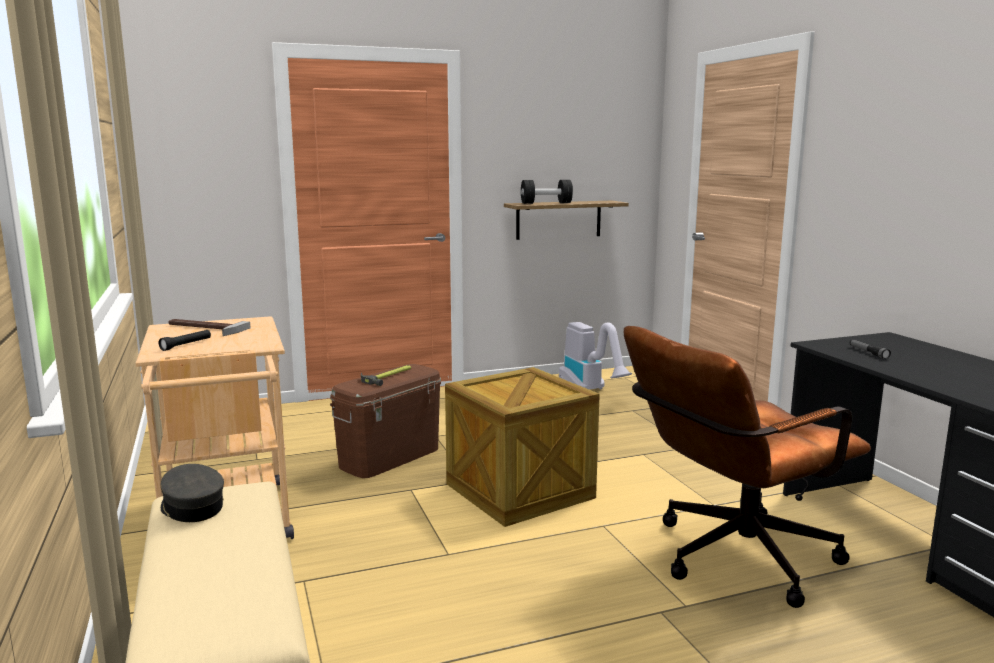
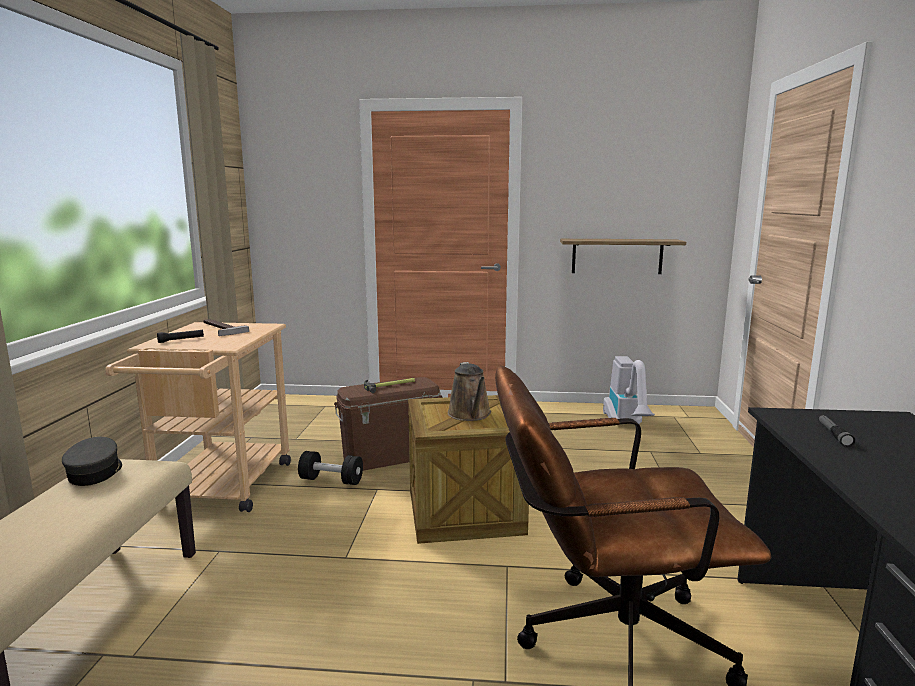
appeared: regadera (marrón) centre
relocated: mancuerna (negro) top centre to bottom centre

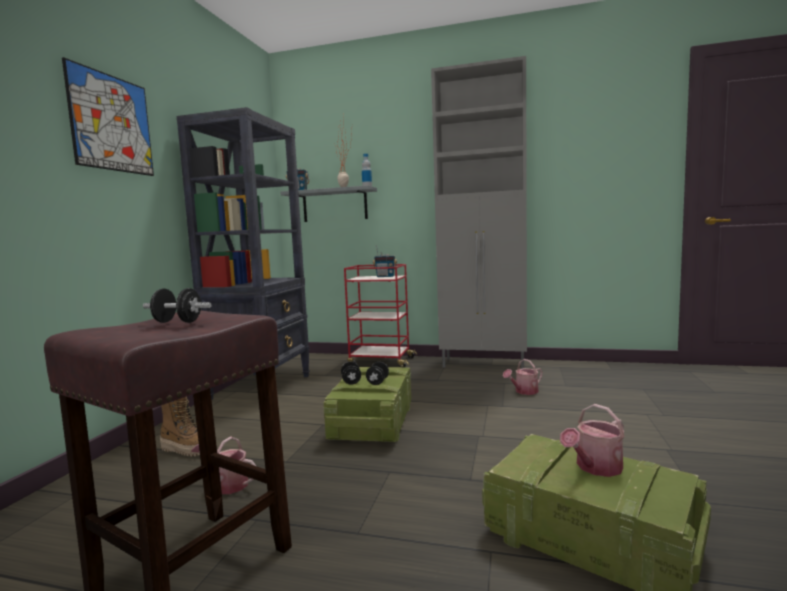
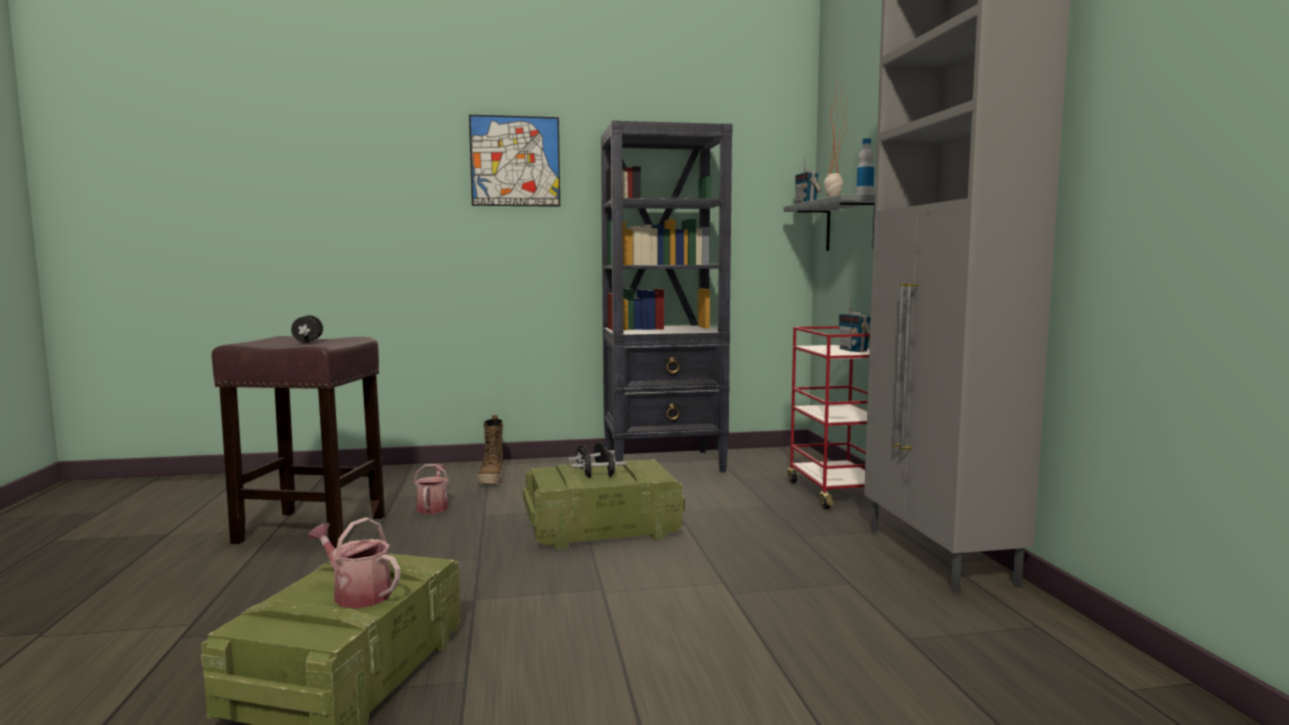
missing: regadera (no. 2 from left) centre

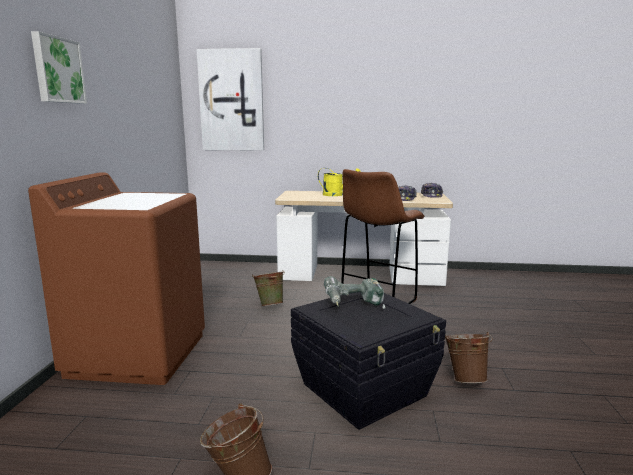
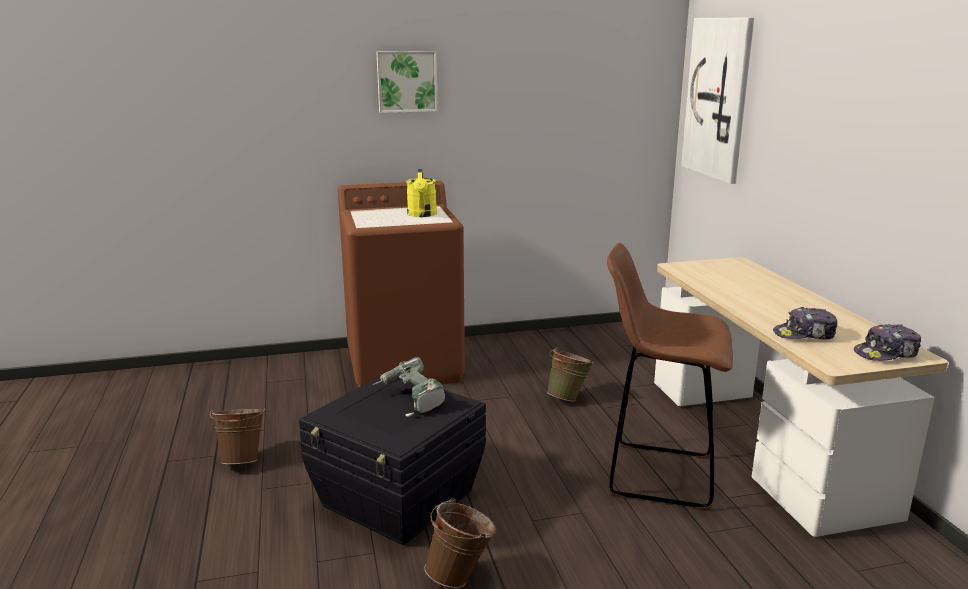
relocated: regadera (amarillo) centre to top centre

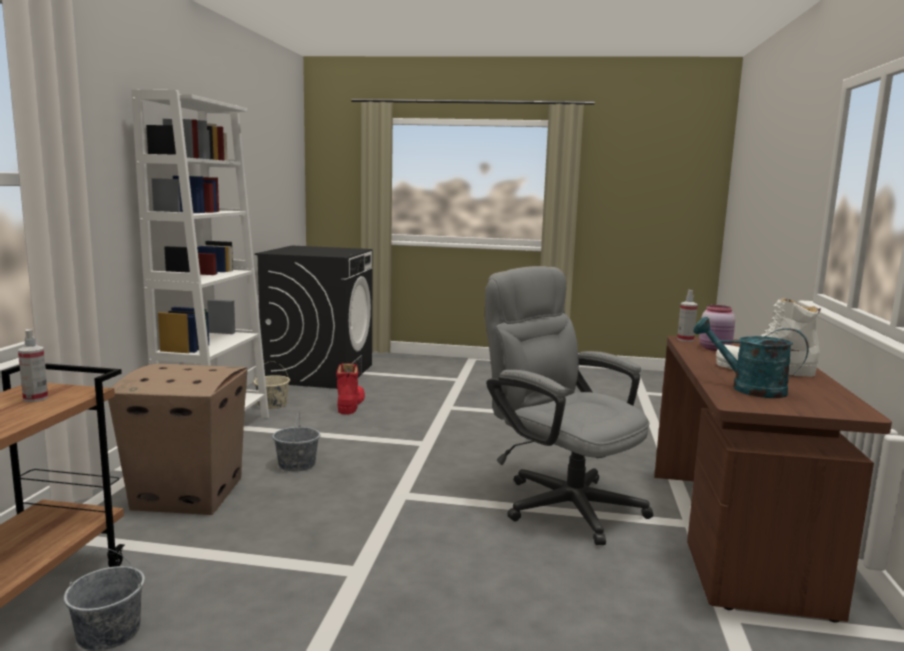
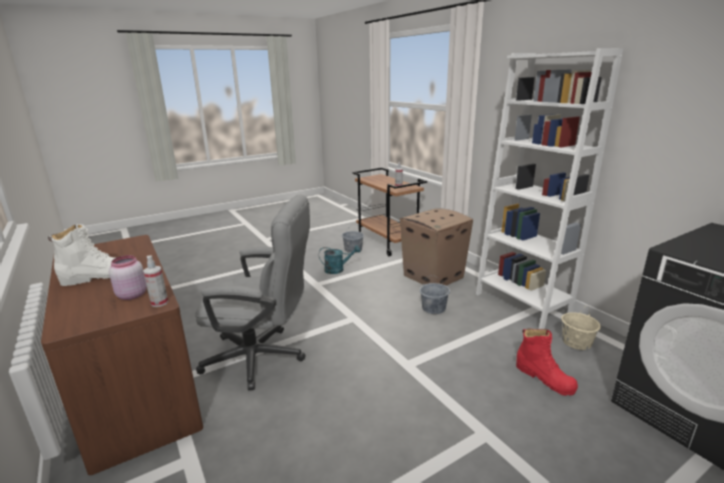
relocated: regadera (turquesa) middle right to centre

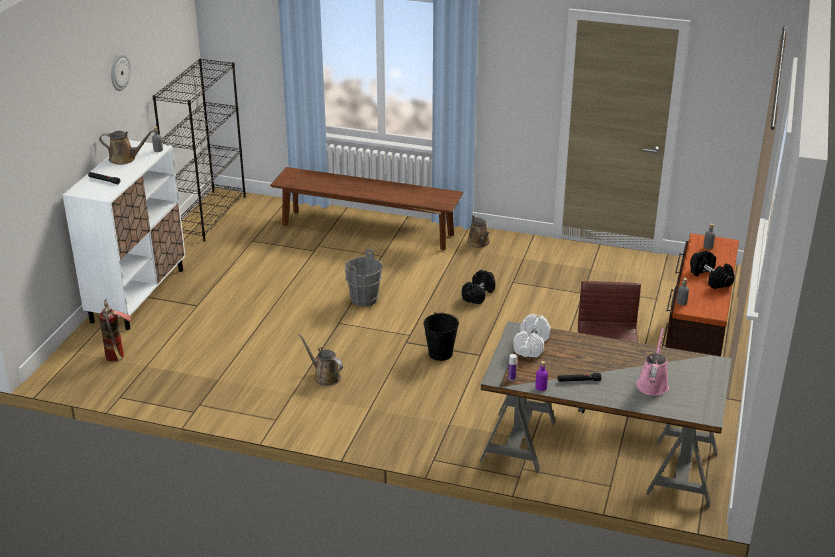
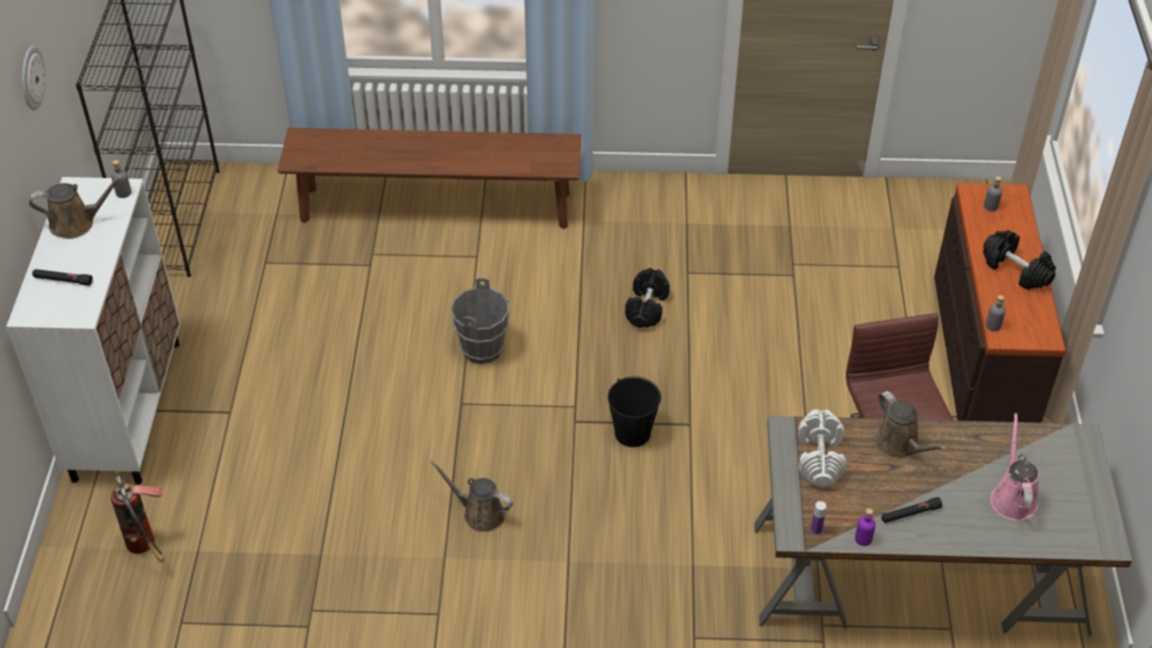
relocated: regadera (marrón) (no. 3 from left) centre to middle right

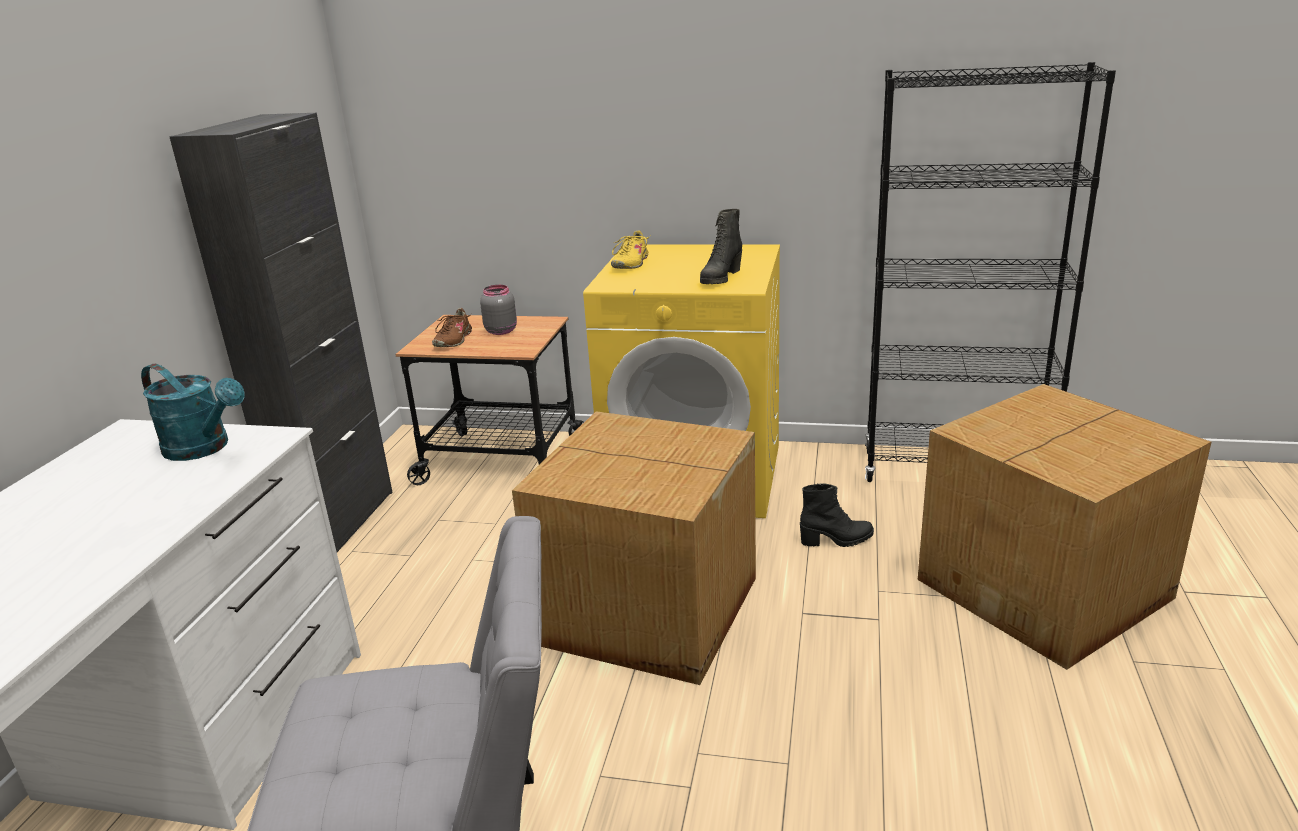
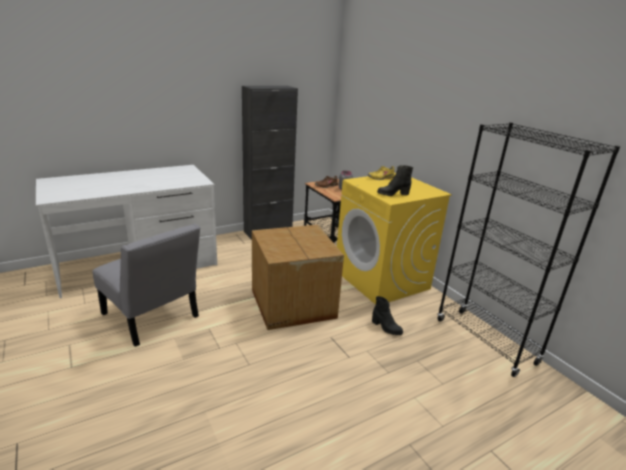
missing: regadera (turquesa) middle left; caja de cartón (no. 2 from left) middle right

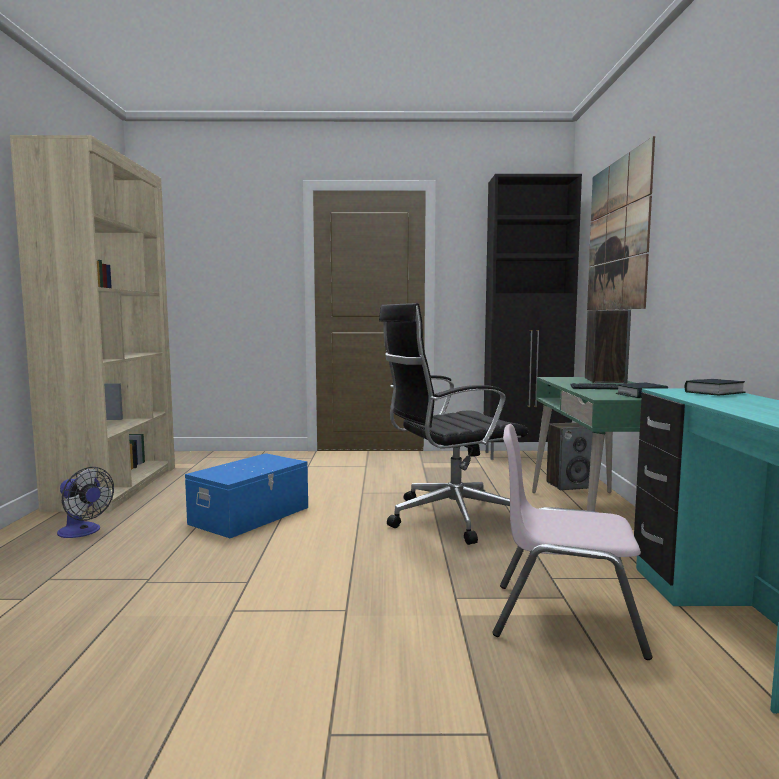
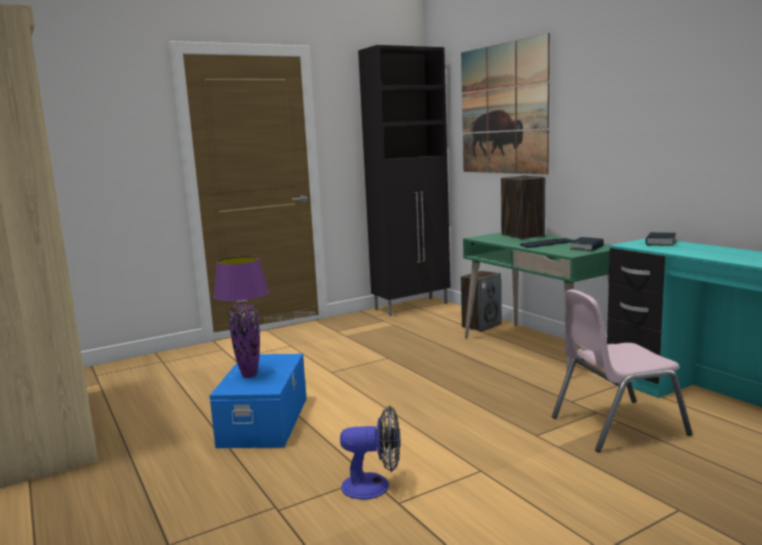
missing: silla de oficina (negro) centre
appeared: lámpara de mesa (morado) middle left
relocated: ventilador middle left to bottom centre

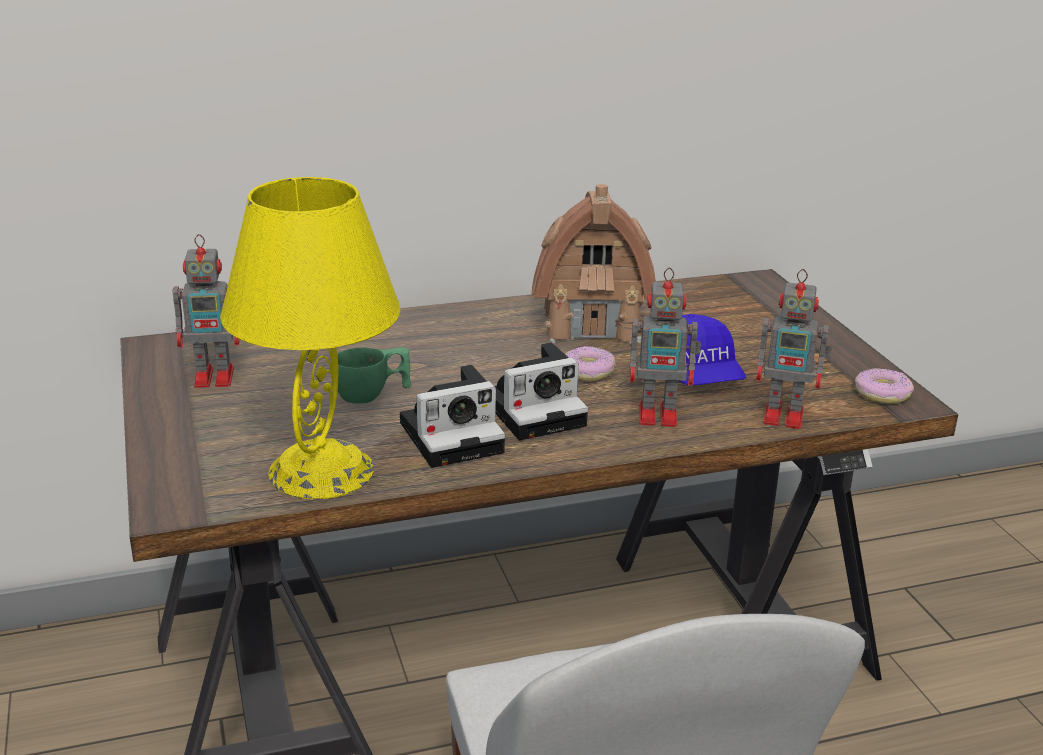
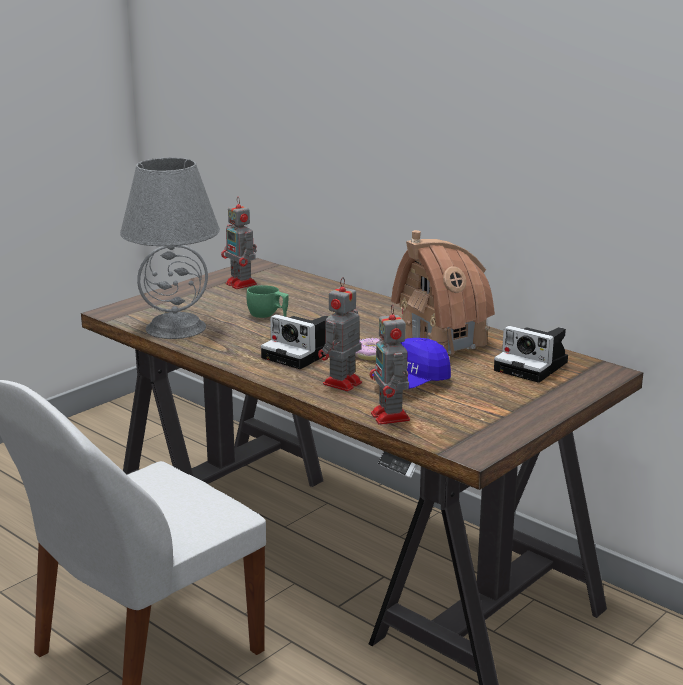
missing: rosquilla (no. 2 from left) middle right
relocated: cámara (no. 1 from left in the first image) centre to cámara (no. 2 from left) middle right
colour: lámpara de mesa (amarillo) middle left to lámpara de mesa (gris) middle left
spun: robot de juguete (no. 2 from left) centre = centre 60 degrees clockwise

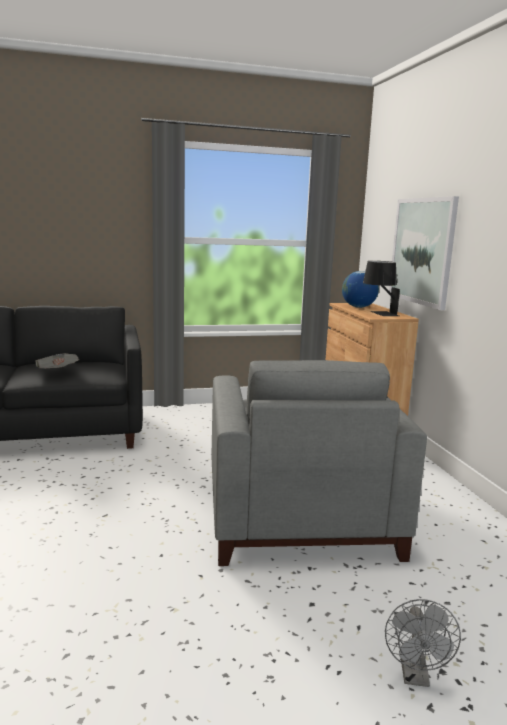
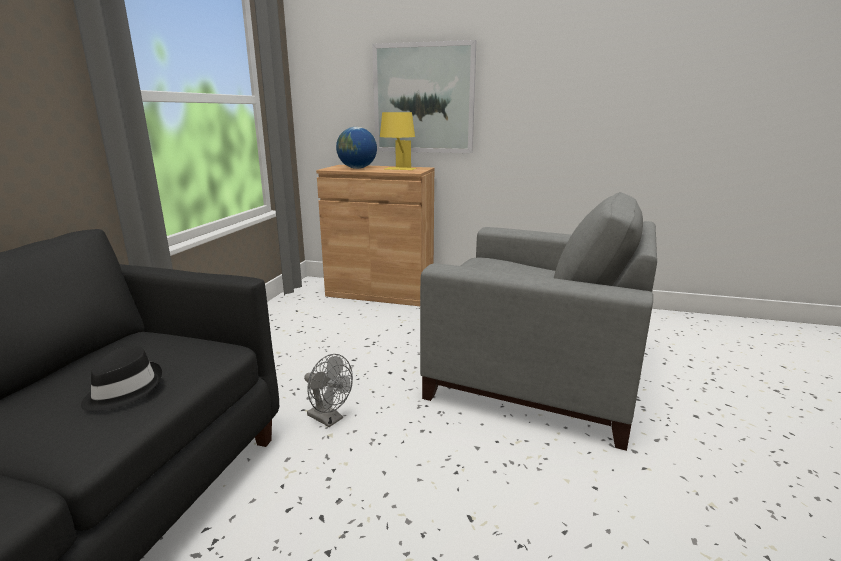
relocated: ventilador (gris) bottom right to bottom centre
exchanged: periódico middle left to sombrero (negro) bottom left
colour: lámpara de mesa (negro) middle right to lámpara de mesa (amarillo) top centre

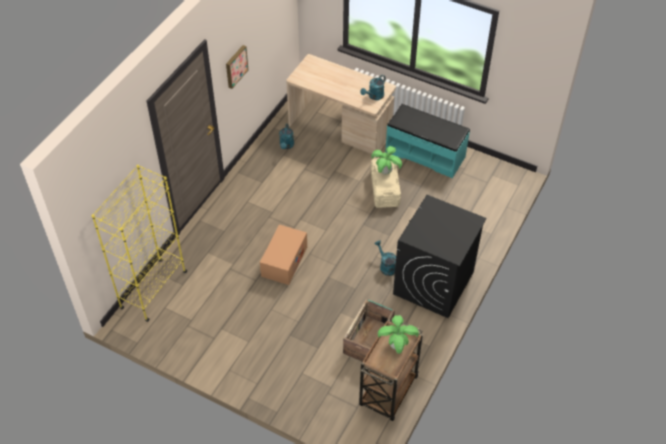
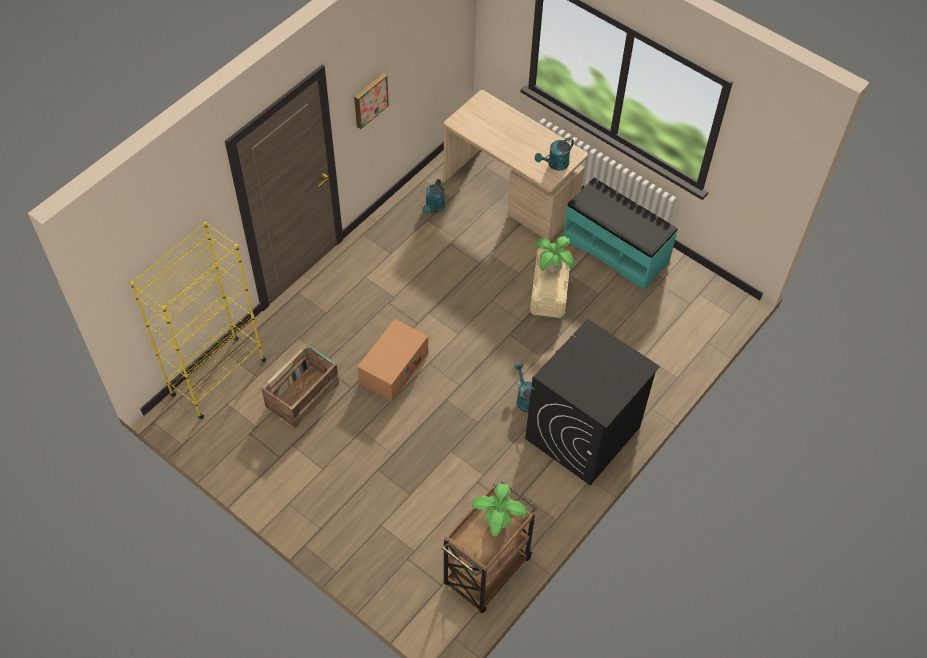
relocated: caja de embalaje bottom centre to middle left

